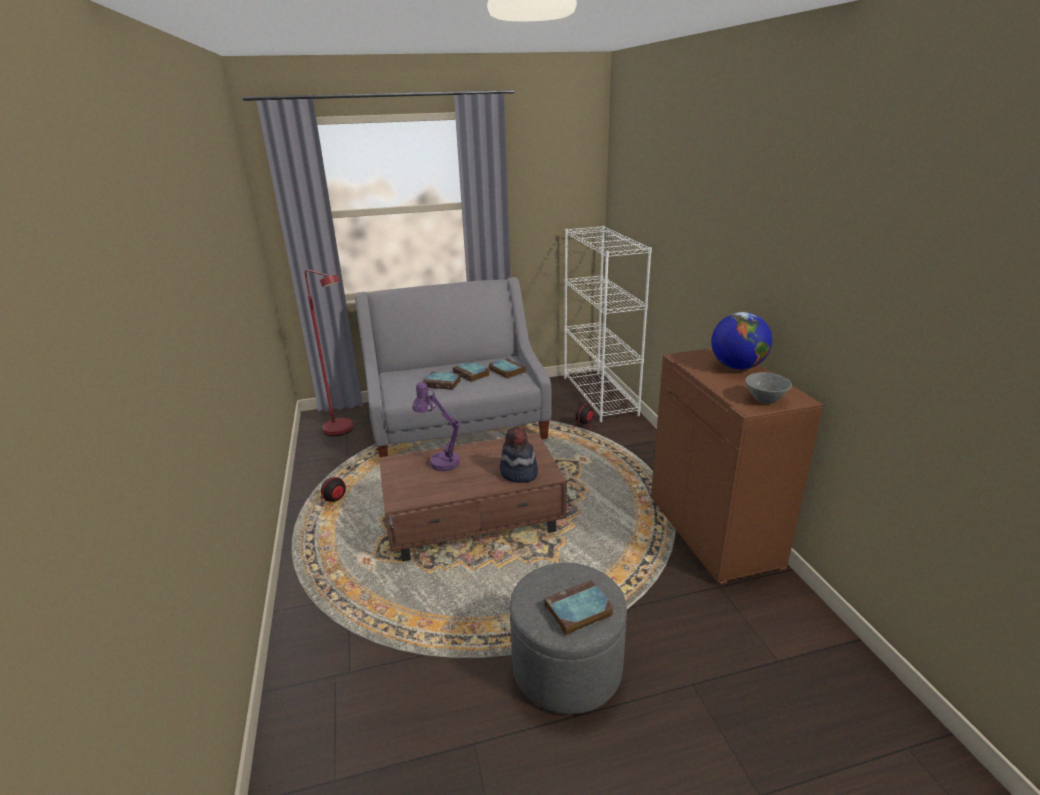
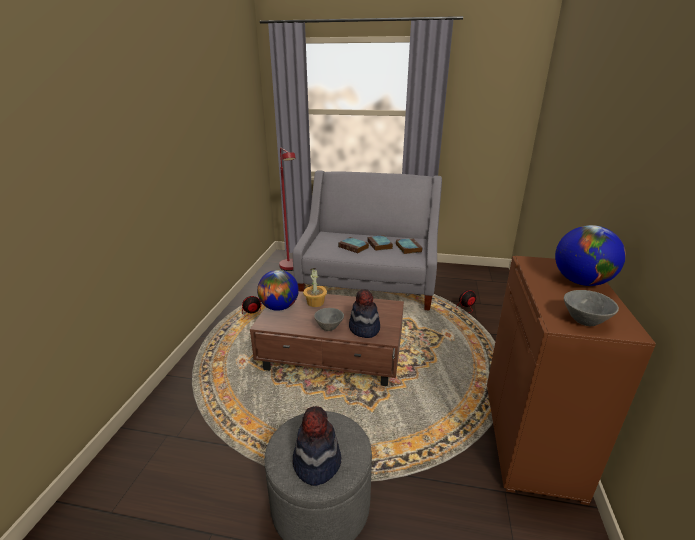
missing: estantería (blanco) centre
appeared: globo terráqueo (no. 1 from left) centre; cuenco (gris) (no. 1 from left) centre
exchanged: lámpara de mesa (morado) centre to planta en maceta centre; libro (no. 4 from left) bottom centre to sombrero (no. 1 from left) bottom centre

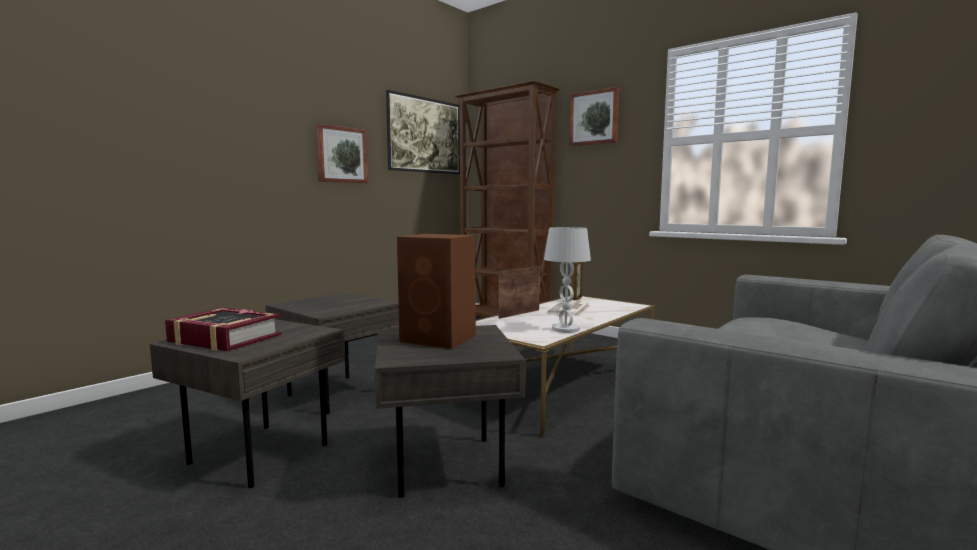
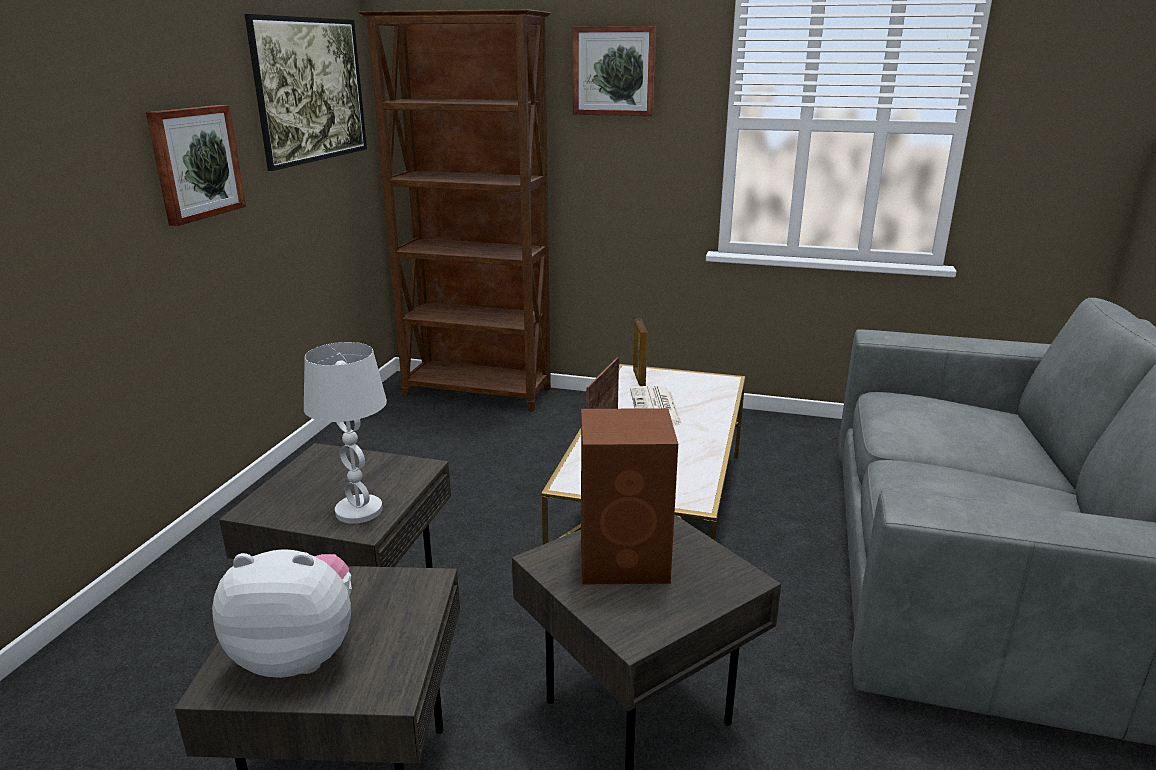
relocated: lámpara de mesa (blanco) centre to middle left
exchanged: libro middle left to peluche bottom left

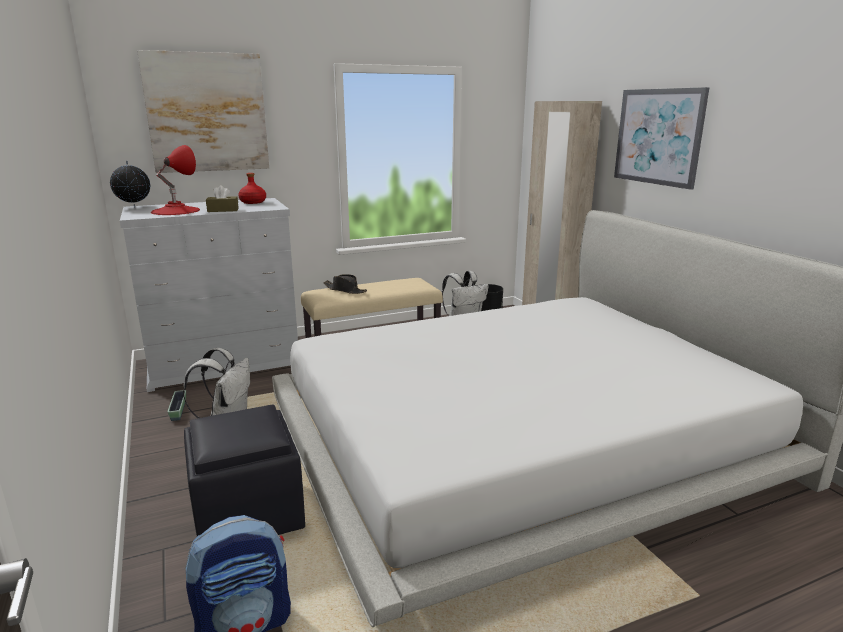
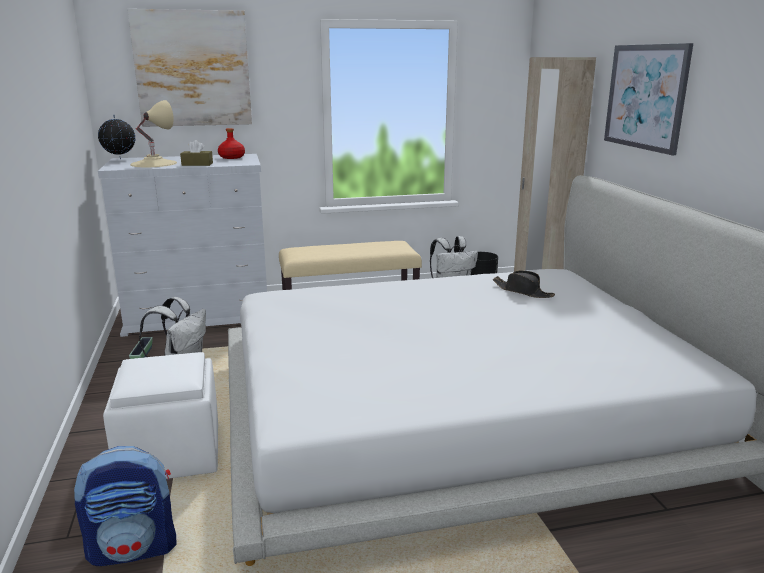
relocated: sombrero (negro) centre to middle right
colour: lámpara de mesa (rojo) top left to lámpara de mesa (beis) top left; puf (negro) bottom left to puf (blanco) bottom left

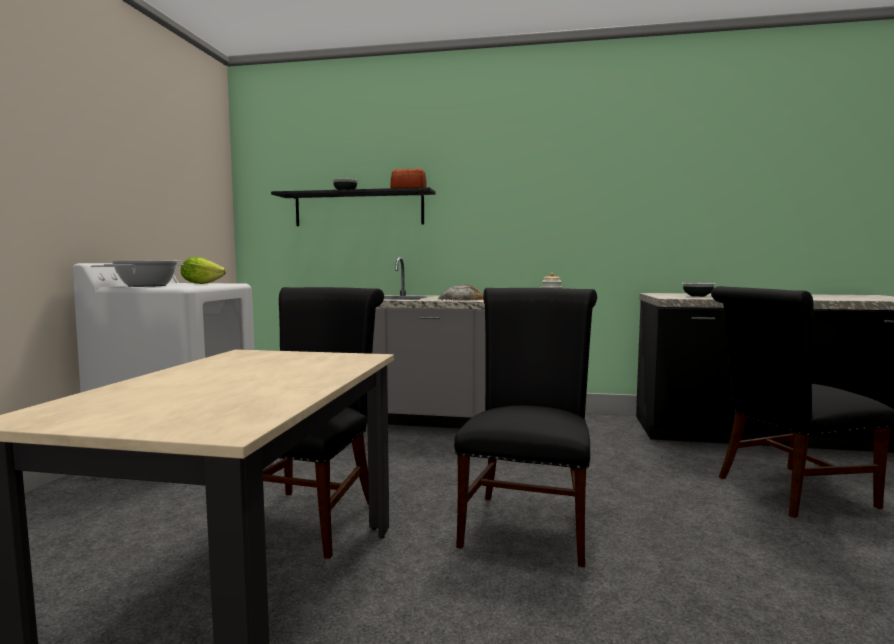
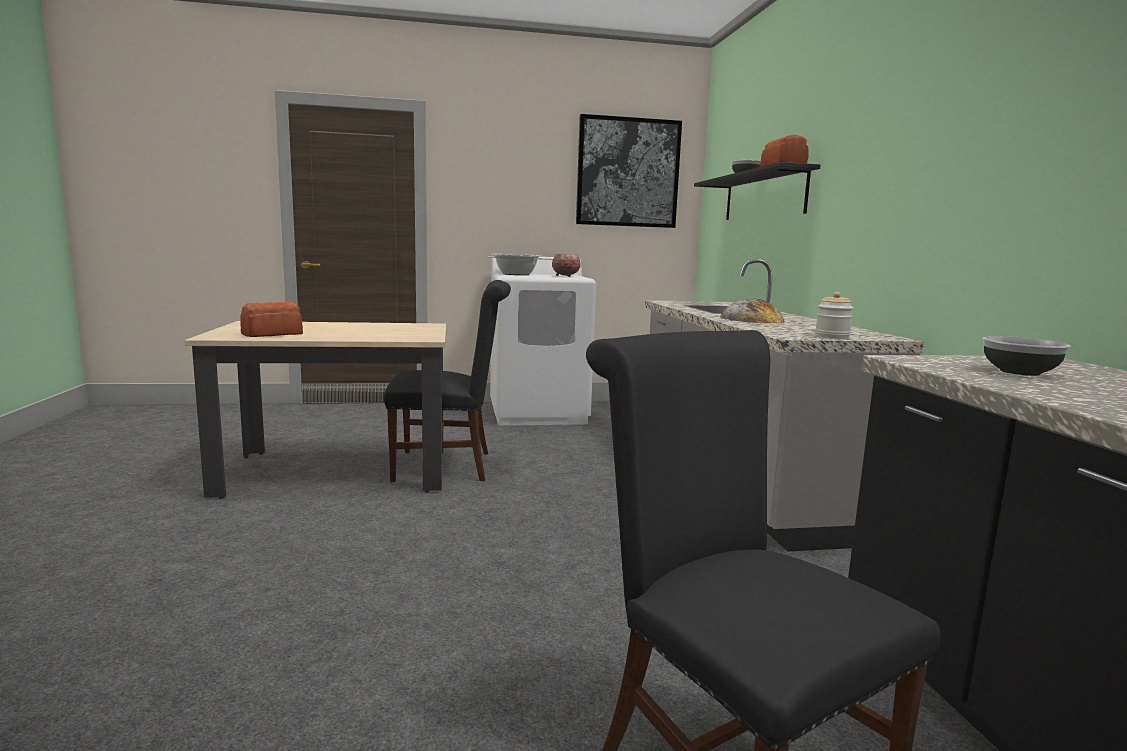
missing: silla (negro) (no. 2 from left) centre
appeared: pan (no. 1 from left) middle left; cuadro top centre
exchanged: lechuga middle left to cuenco (no. 1 from left) centre

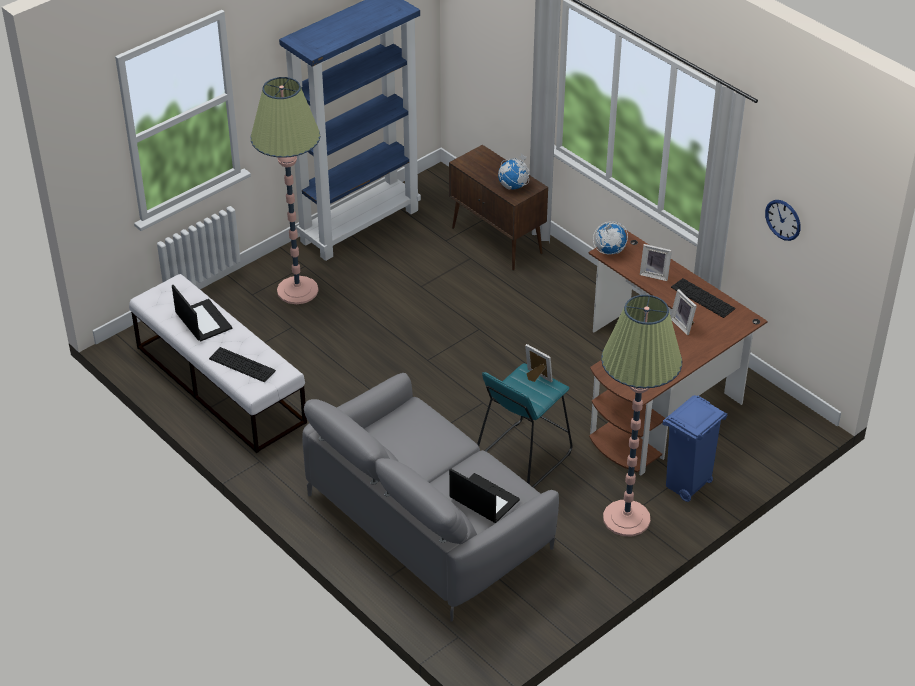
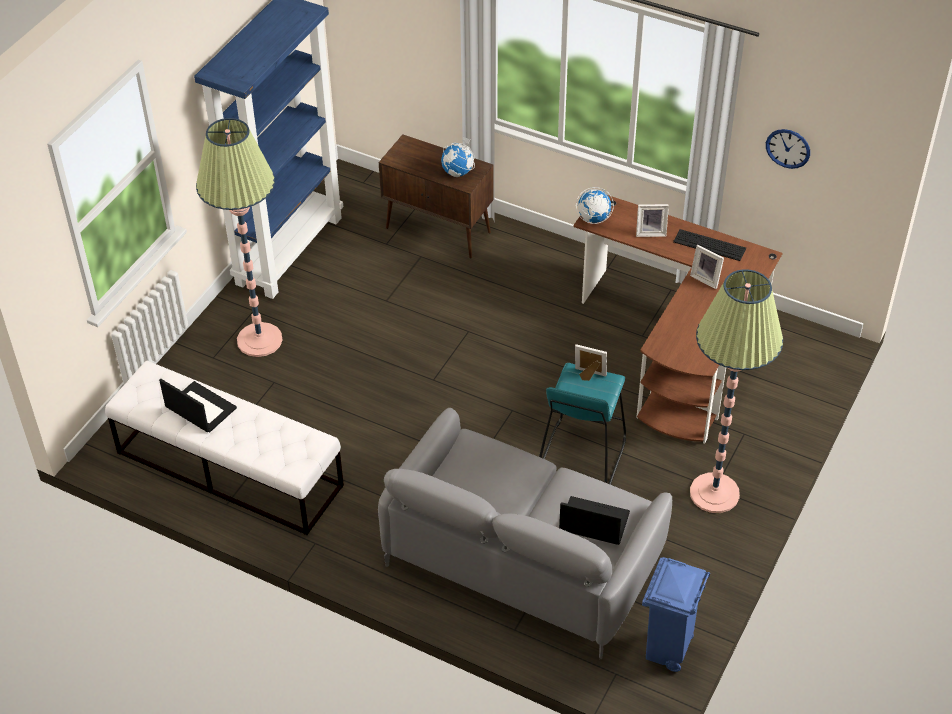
missing: teclado (no. 1 from left) middle left
relocated: papelera (azul) middle right to bottom right

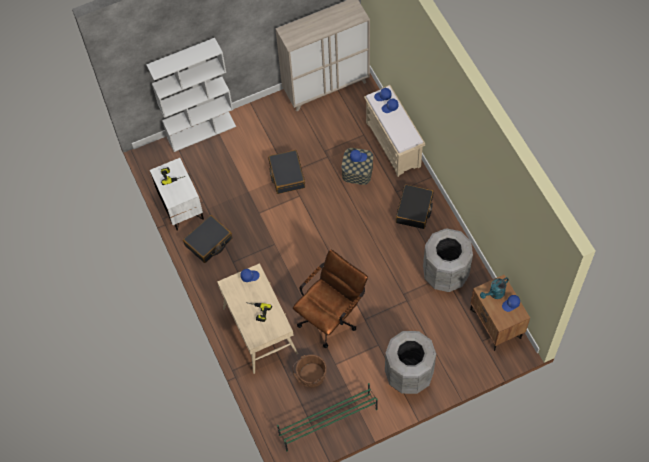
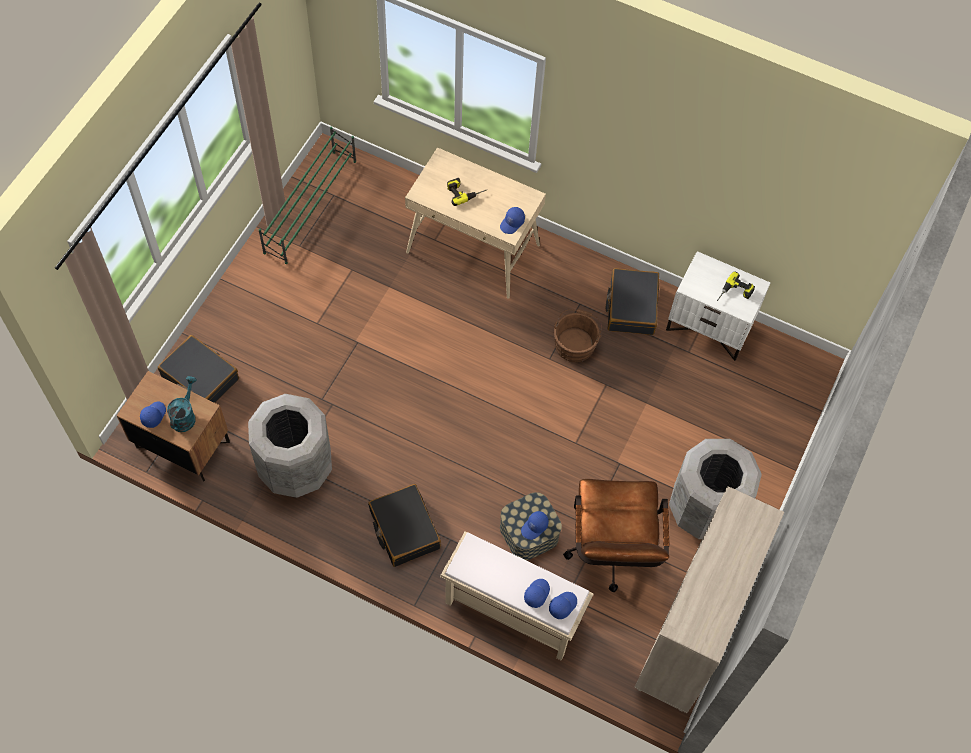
missing: estantería (blanco) top left
relocated: maleta (negro) (no. 2 from left in the first image) centre to maleta (negro) (no. 1 from left) middle left; cubo (marrón) bottom centre to centre; silla de oficina (marrón) centre to bottom centre; papelera (gris) (no. 1 from left in the first image) bottom centre to papelera (gris) (no. 2 from left) middle right

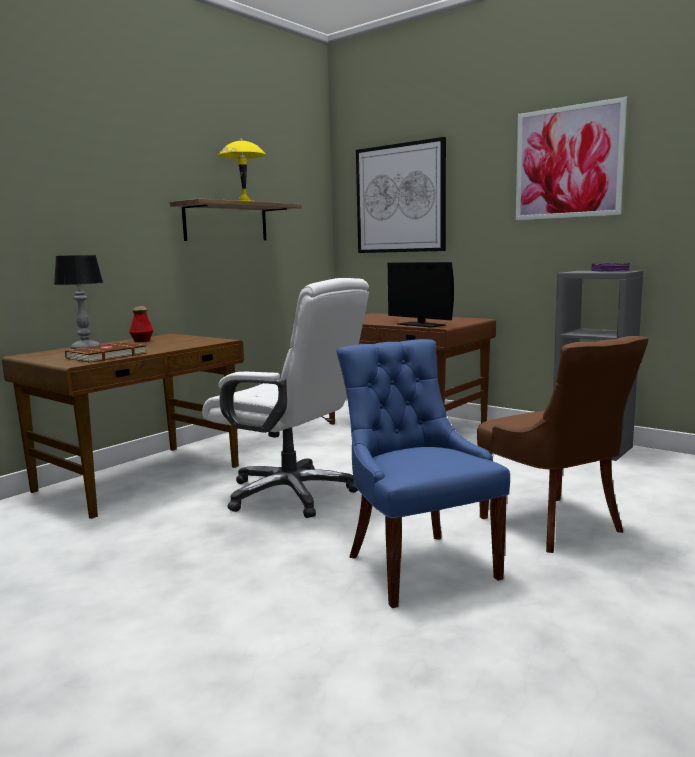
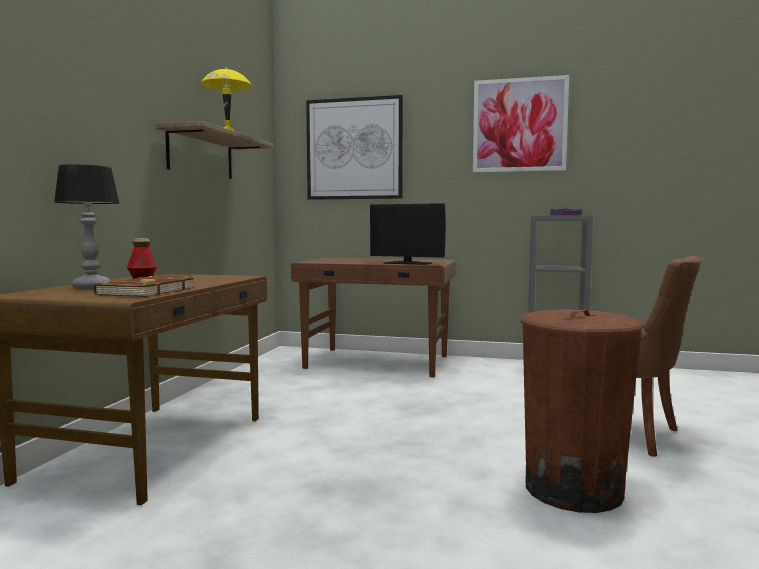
missing: silla de oficina (blanco) centre
exchanged: silla (azul) centre to papelera (marrón) bottom right

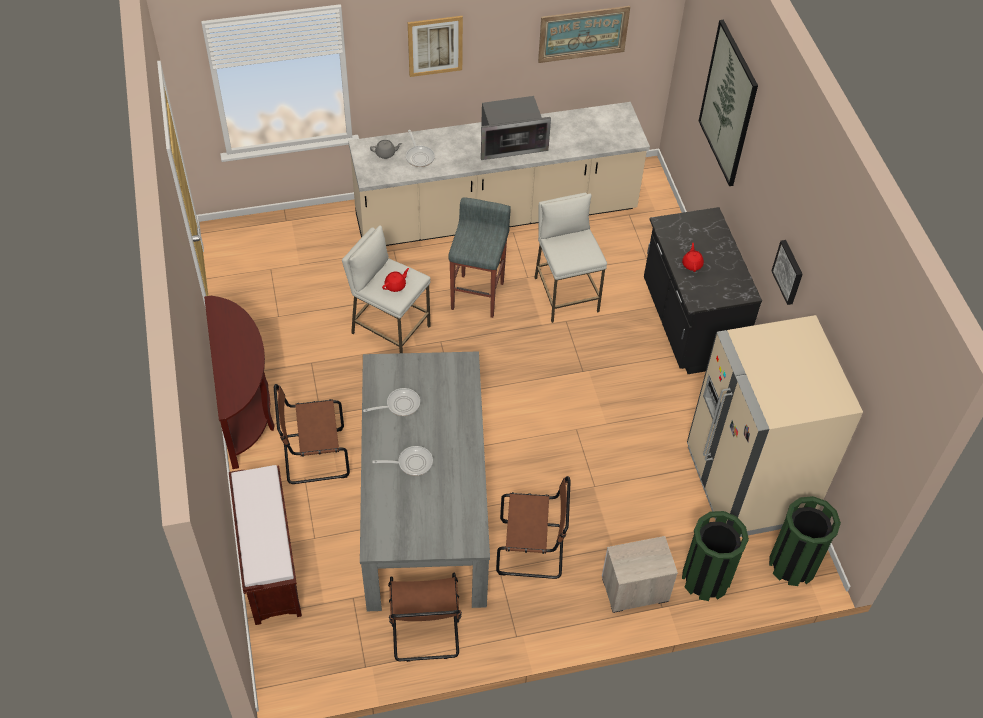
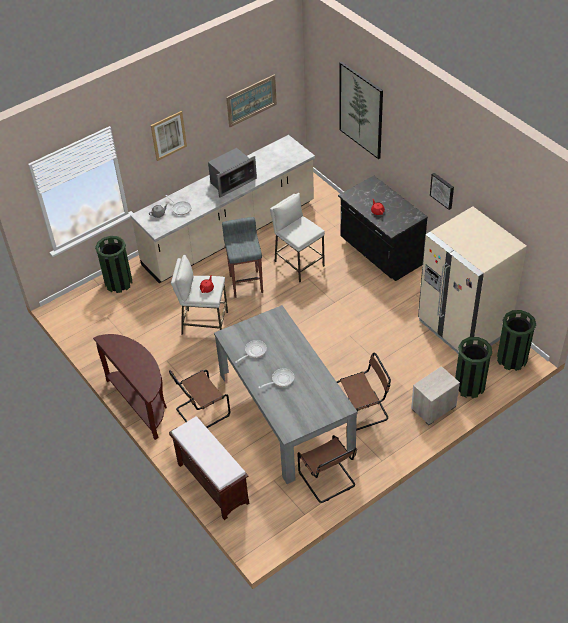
appeared: papelera (verde) (no. 1 from left) middle left

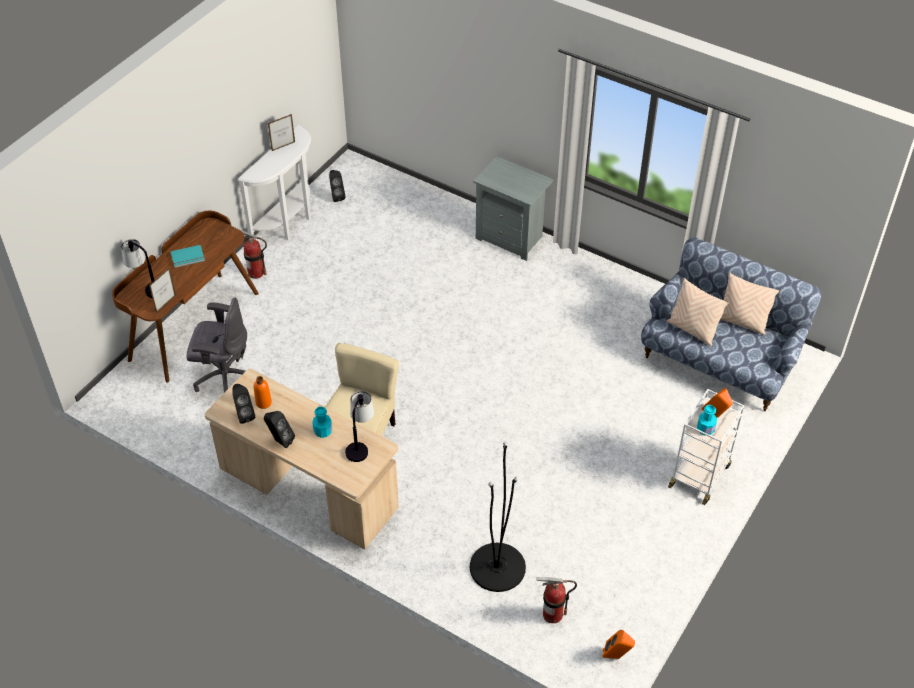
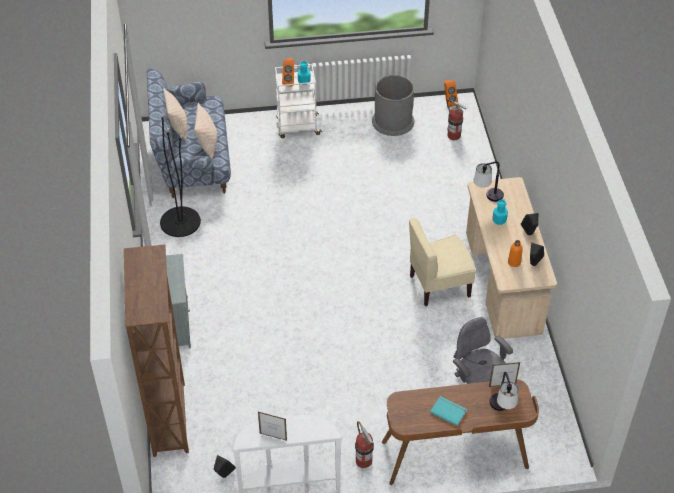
appeared: estantería (marrón) bottom left; papelera (gris) top centre
relocated: lámpara de pie (negro) bottom centre to middle left

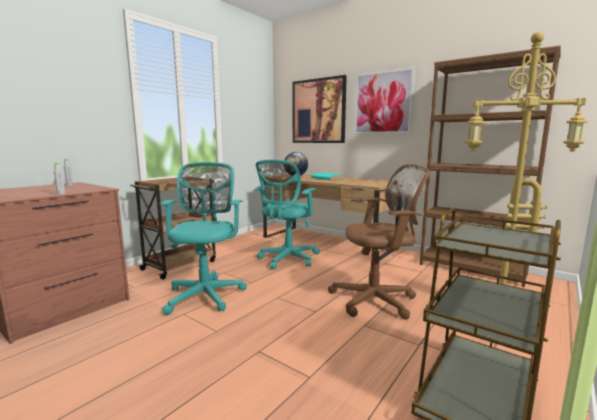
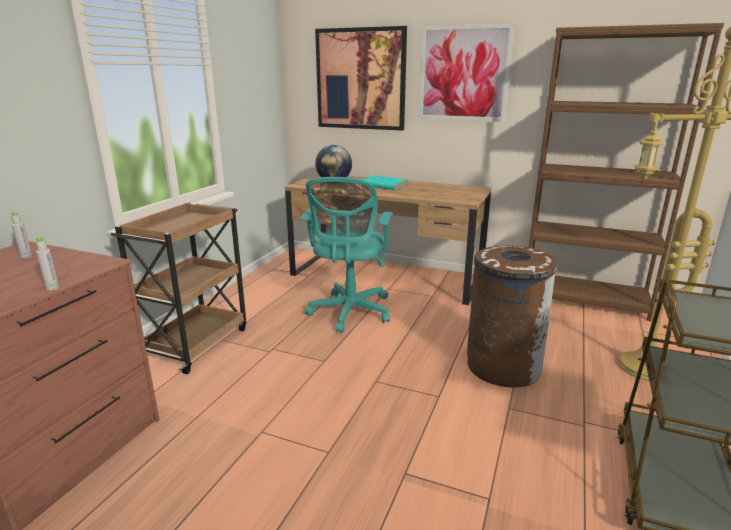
missing: silla de oficina (turquesa) (no. 1 from left) centre
exchanged: silla de oficina (marrón) centre to papelera (marrón) middle right

